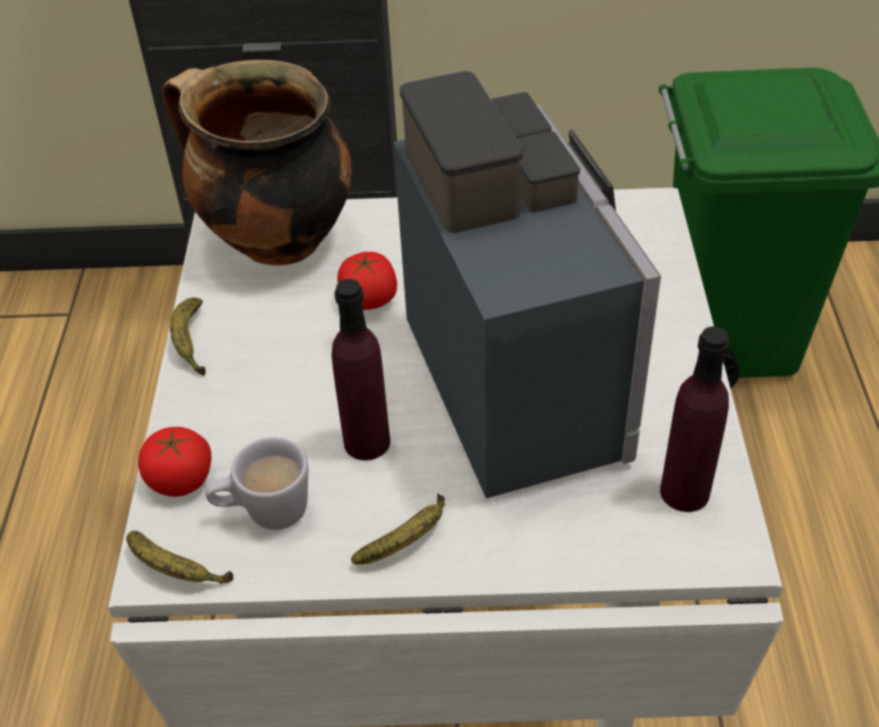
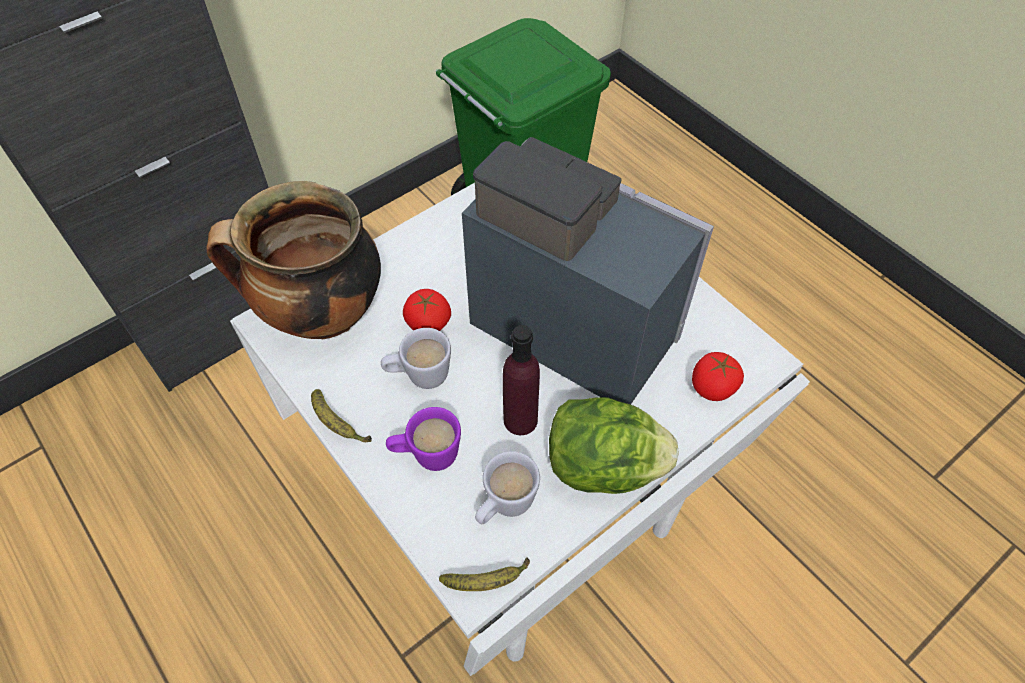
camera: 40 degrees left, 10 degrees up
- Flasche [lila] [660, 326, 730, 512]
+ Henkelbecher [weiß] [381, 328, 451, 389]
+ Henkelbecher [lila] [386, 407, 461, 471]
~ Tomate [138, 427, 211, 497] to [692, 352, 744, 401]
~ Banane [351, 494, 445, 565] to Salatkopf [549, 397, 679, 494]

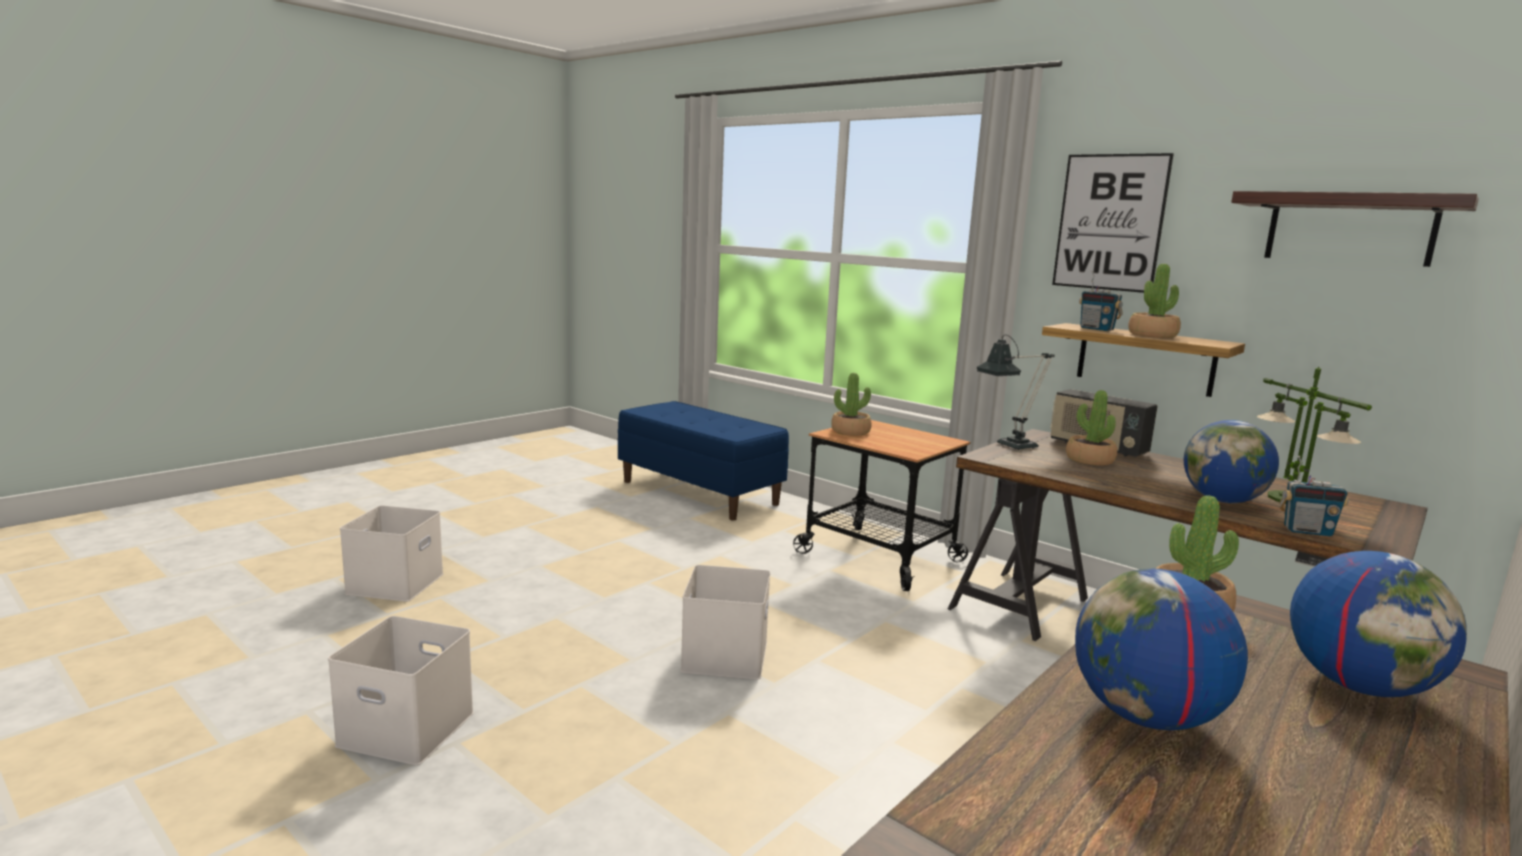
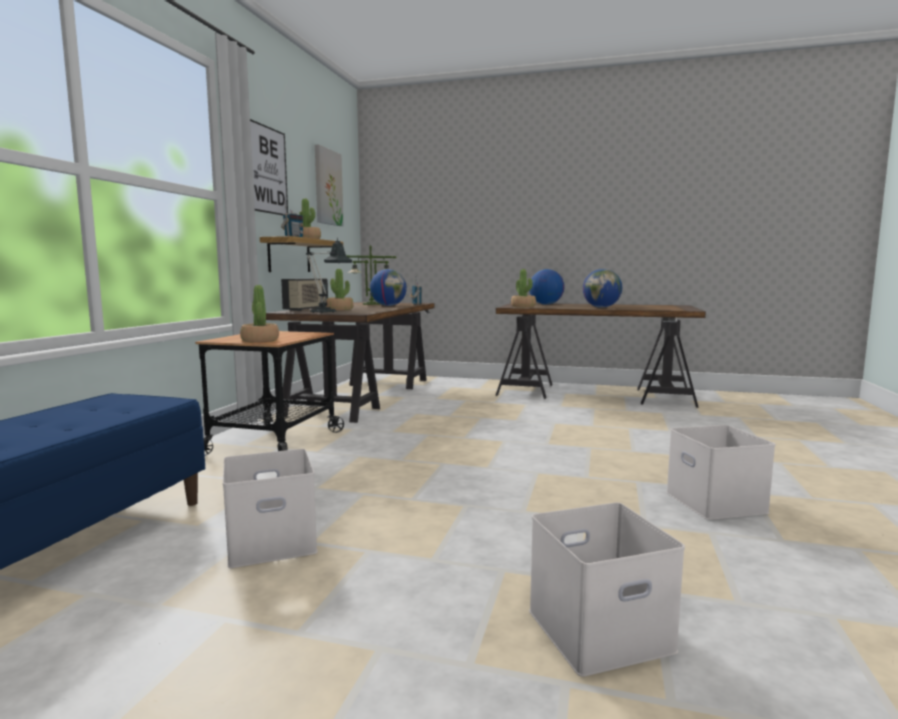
camera: 115 degrees left, 5 degrees down
~ Aufbewahrungsbox [weiß] [680, 565, 770, 680] to [223, 449, 318, 568]
~ Wandregal [1231, 191, 1479, 267] to Bild [315, 145, 343, 226]

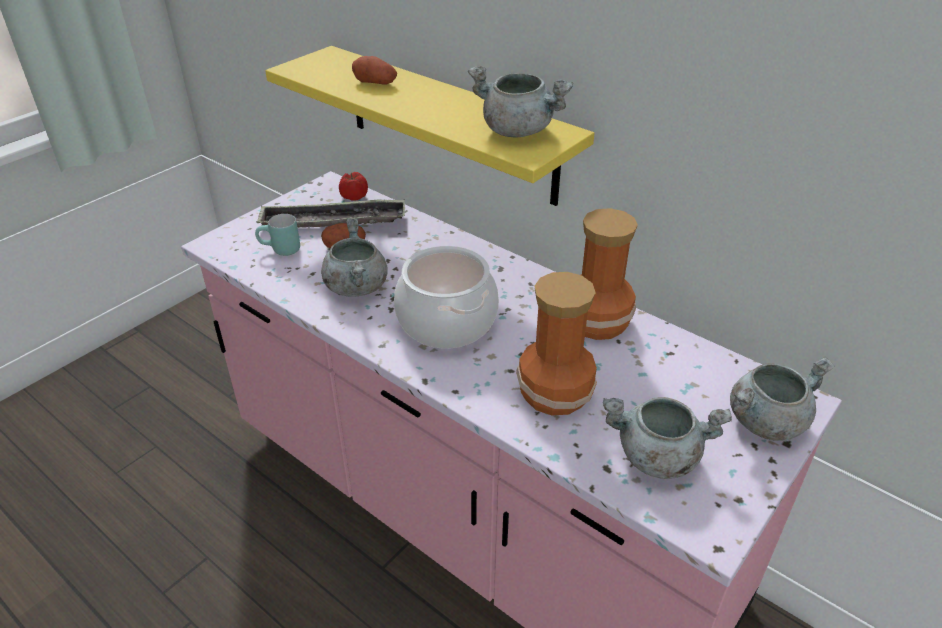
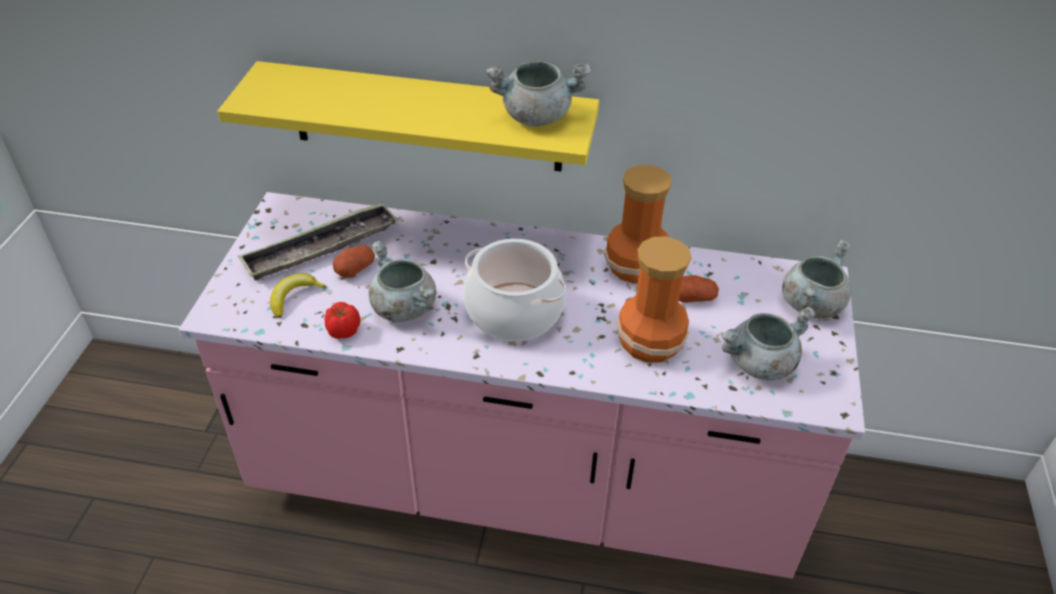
camera: 30 degrees left, 5 degrees up
~ Tomate [339, 172, 368, 200] to [325, 302, 360, 339]
~ Kartoffel [352, 56, 397, 85] to [679, 275, 719, 303]
~ Henkelbecher [türkis] [255, 214, 300, 256] to Banane [270, 273, 327, 318]

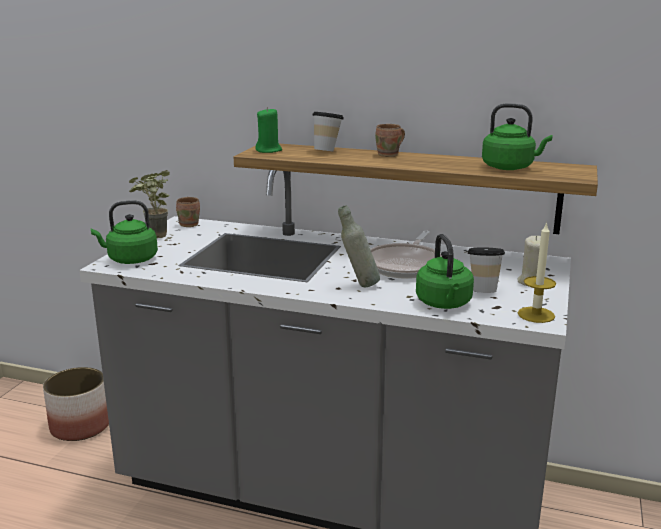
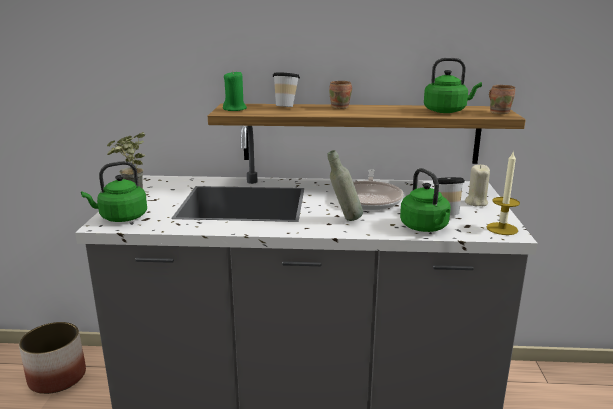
camera: 15 degrees left, 0 degrees up
~ Henkelbecher [braun] [176, 197, 200, 227] to [489, 85, 515, 114]

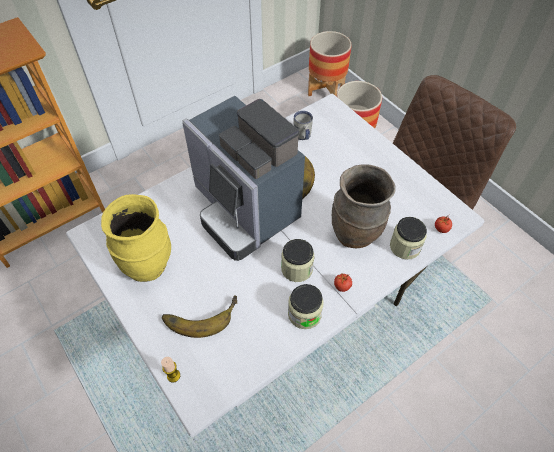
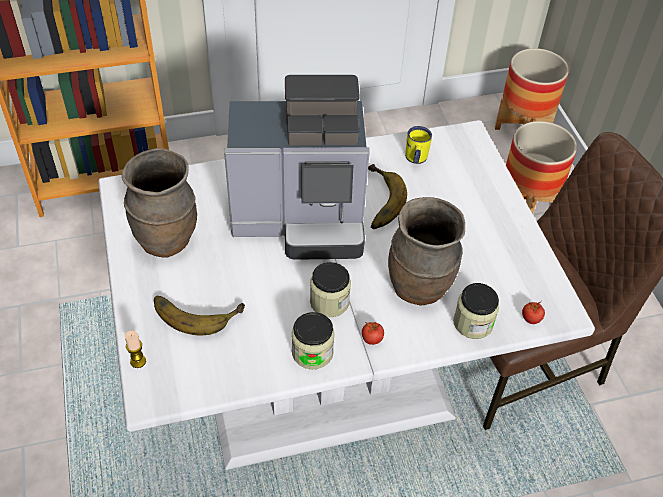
camera: 20 degrees right, 5 degrees down
~ Vase [gelb] [101, 194, 171, 282] to Vase [braun] [121, 148, 197, 258]
~ Henkelbecher [weiß] [294, 111, 313, 140] to Henkelbecher [gelb] [405, 126, 432, 164]
~ Kaffeemaschine [182, 96, 305, 261] = [224, 75, 370, 260] 75 degrees counterclockwise

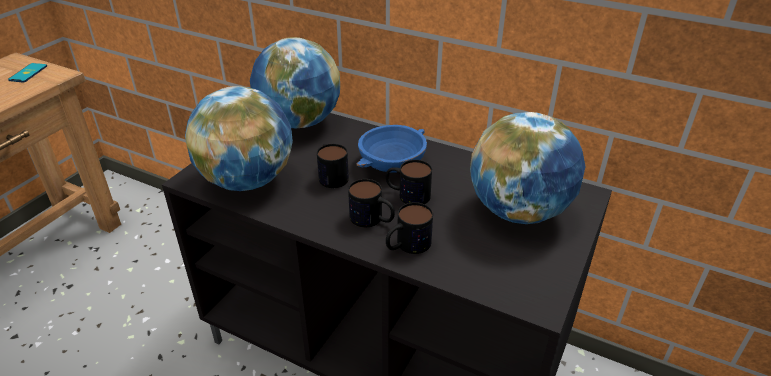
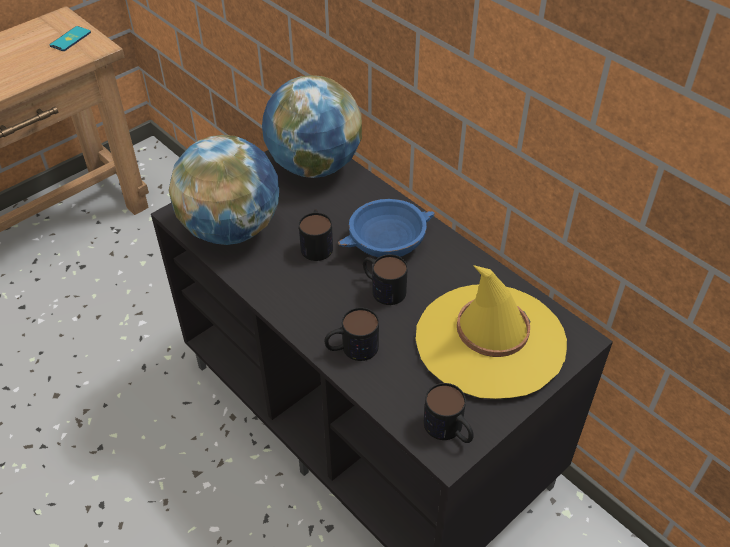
camera: 20 degrees right, 10 degrees up
~ Henkelbecher [348, 179, 395, 227] to [424, 383, 474, 443]
~ Globus [470, 112, 586, 224] to Hut [gelb] [415, 265, 567, 399]

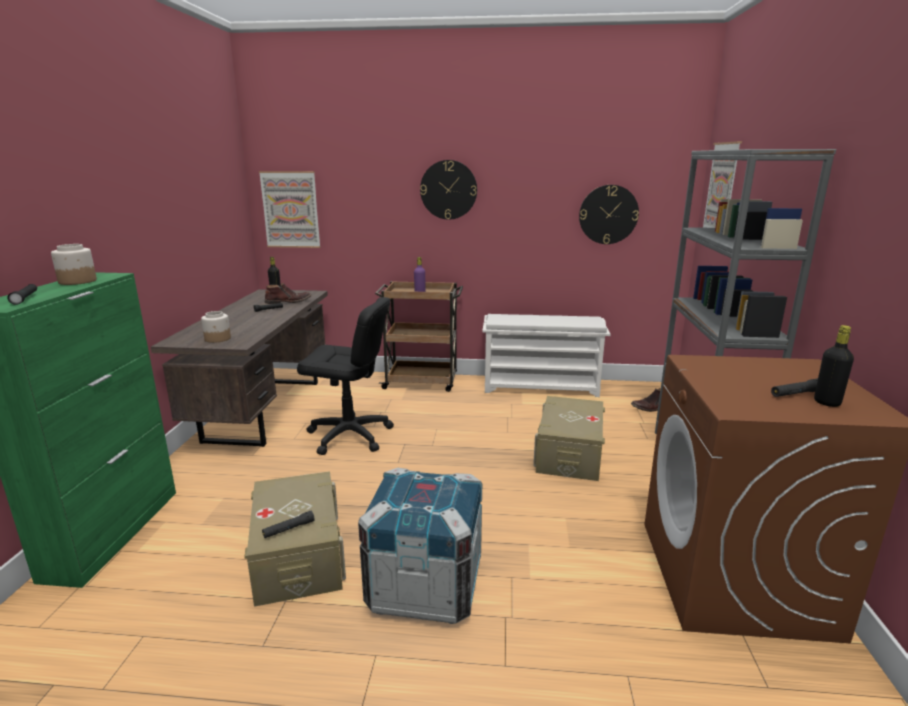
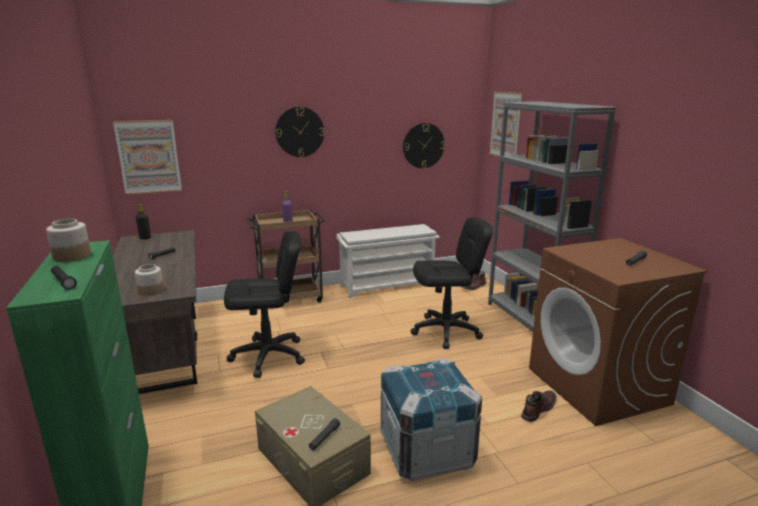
camera: 25 degrees left, 0 degrees up
- Flasche [schwarz] [814, 325, 854, 407]
~ Stiefel [braun] [265, 283, 312, 304] to [521, 390, 557, 422]
~ Aufbewahrungsbox [beige] [533, 396, 605, 481] to Bürostuhl [schwarz] [411, 217, 493, 349]

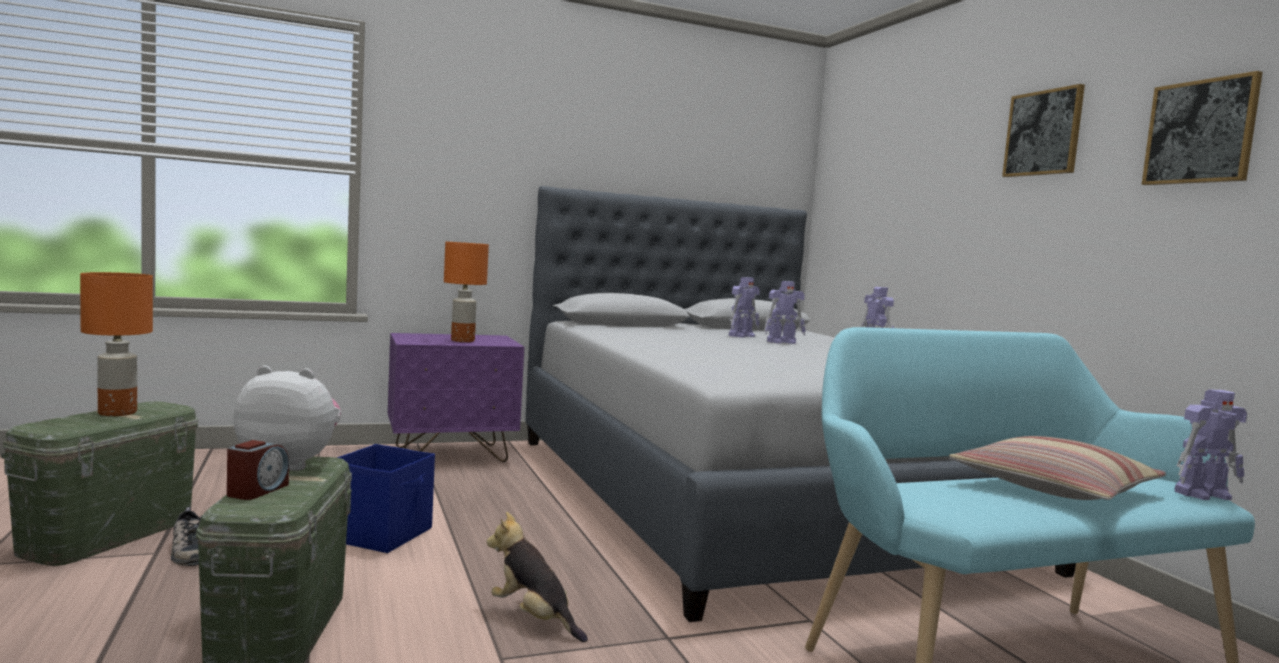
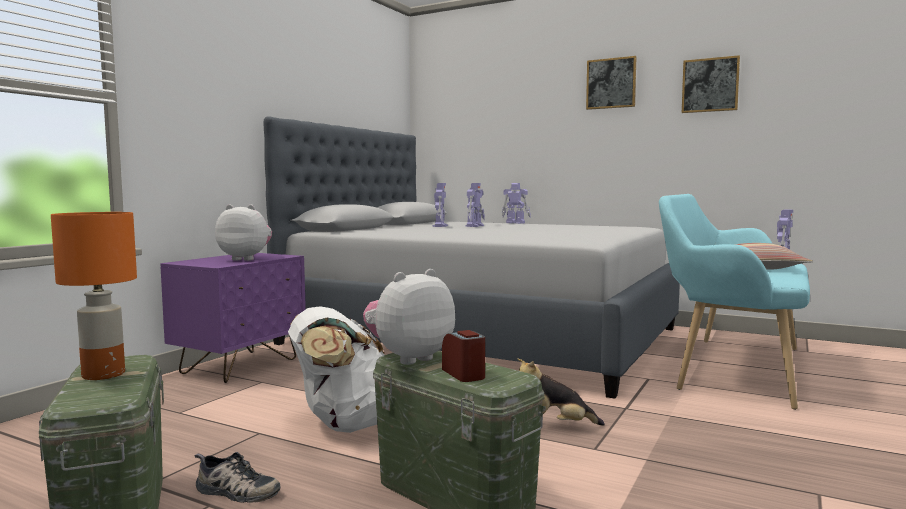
camera: 40 degrees left, 0 degrees up
~ Aufbewahrungsbox [blau] [337, 444, 435, 553] to Rucksack [weiß] [288, 306, 384, 433]
~ Tischlampe [orange] [444, 242, 489, 342] to Plüschtier [215, 205, 272, 261]

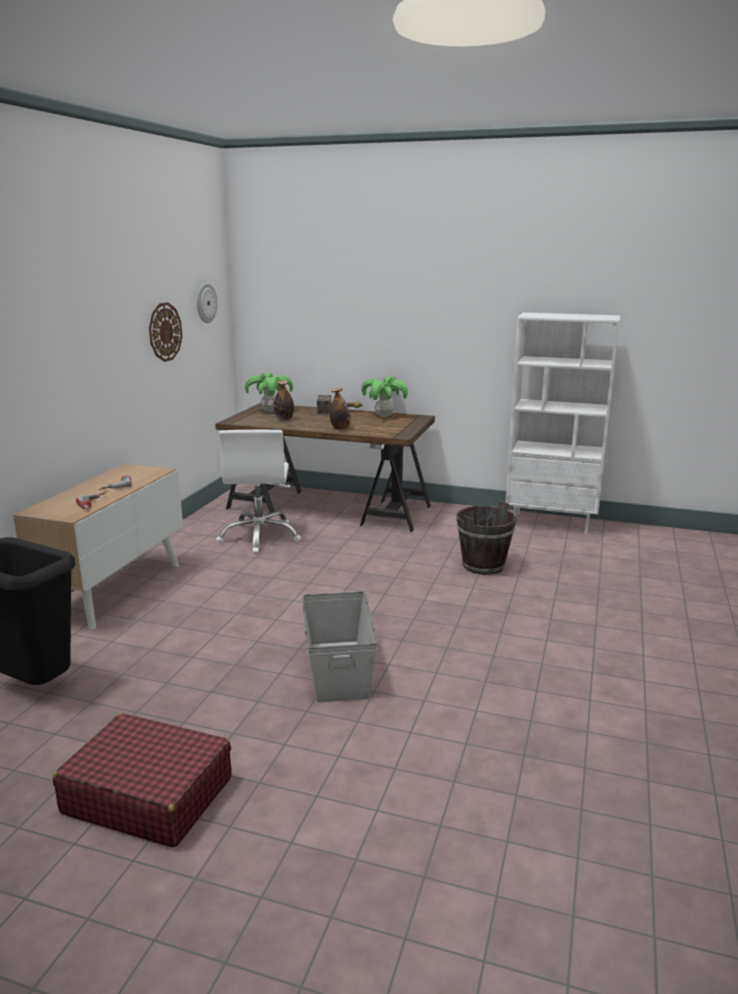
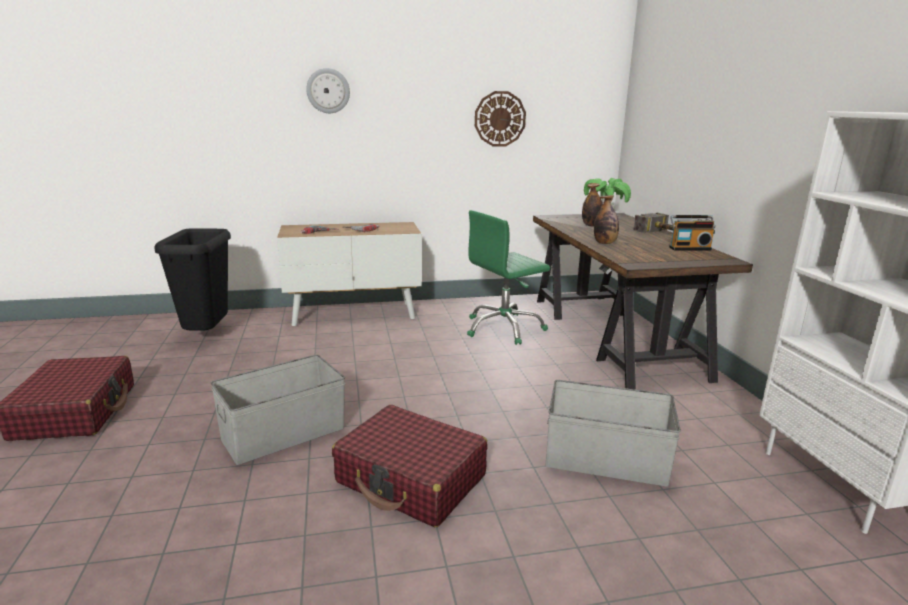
camera: 60 degrees right, 0 degrees up
+ Koffer [rot] [332, 405, 487, 527]
~ Wanduhr [197, 283, 217, 323] to [306, 68, 350, 113]
~ Topfpflanze [362, 376, 408, 417] to Radio [669, 215, 716, 250]
~ Eimer [braun] [456, 501, 517, 575] to Aufbewahrungsbox [grau] [545, 380, 681, 487]
~ Bürostuhl [weiß] [216, 430, 301, 554] to Bürostuhl [grün] [467, 210, 550, 345]

